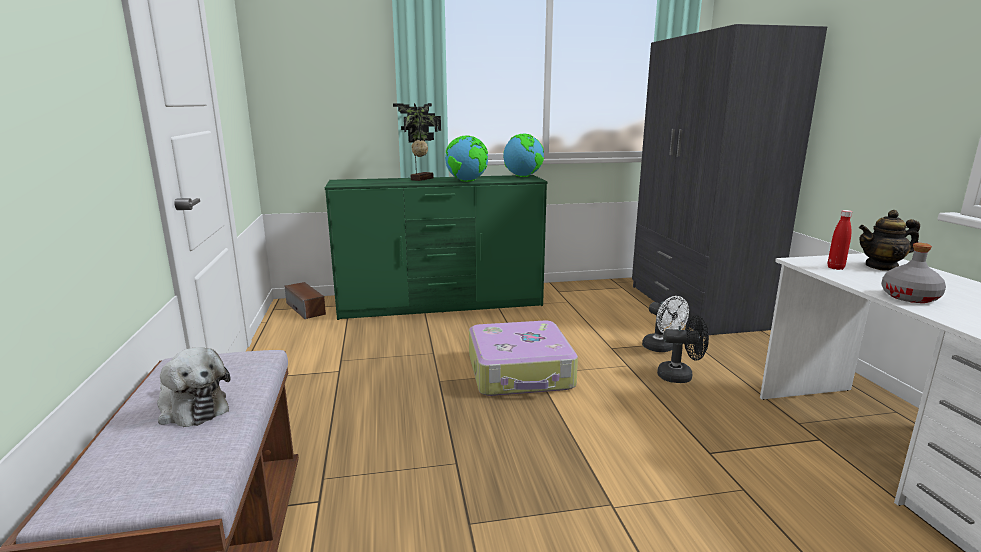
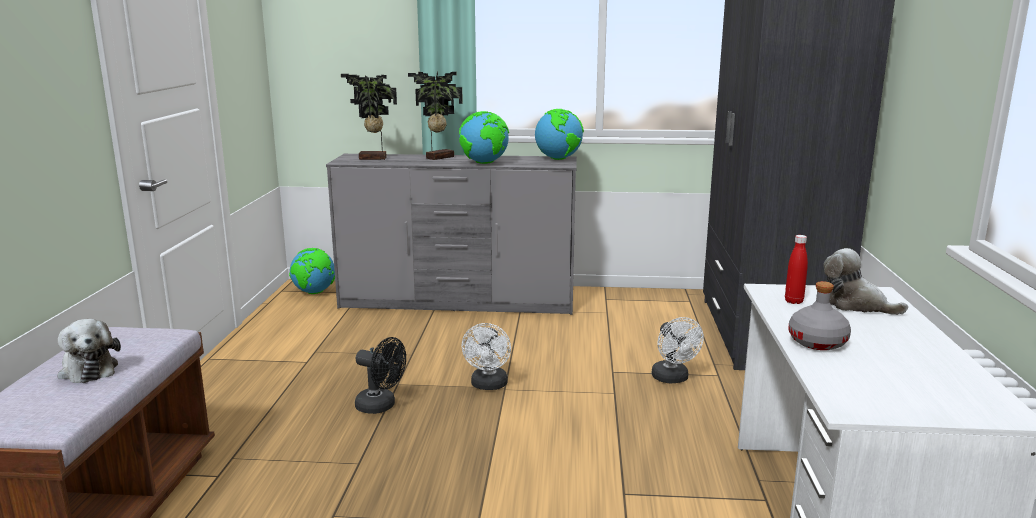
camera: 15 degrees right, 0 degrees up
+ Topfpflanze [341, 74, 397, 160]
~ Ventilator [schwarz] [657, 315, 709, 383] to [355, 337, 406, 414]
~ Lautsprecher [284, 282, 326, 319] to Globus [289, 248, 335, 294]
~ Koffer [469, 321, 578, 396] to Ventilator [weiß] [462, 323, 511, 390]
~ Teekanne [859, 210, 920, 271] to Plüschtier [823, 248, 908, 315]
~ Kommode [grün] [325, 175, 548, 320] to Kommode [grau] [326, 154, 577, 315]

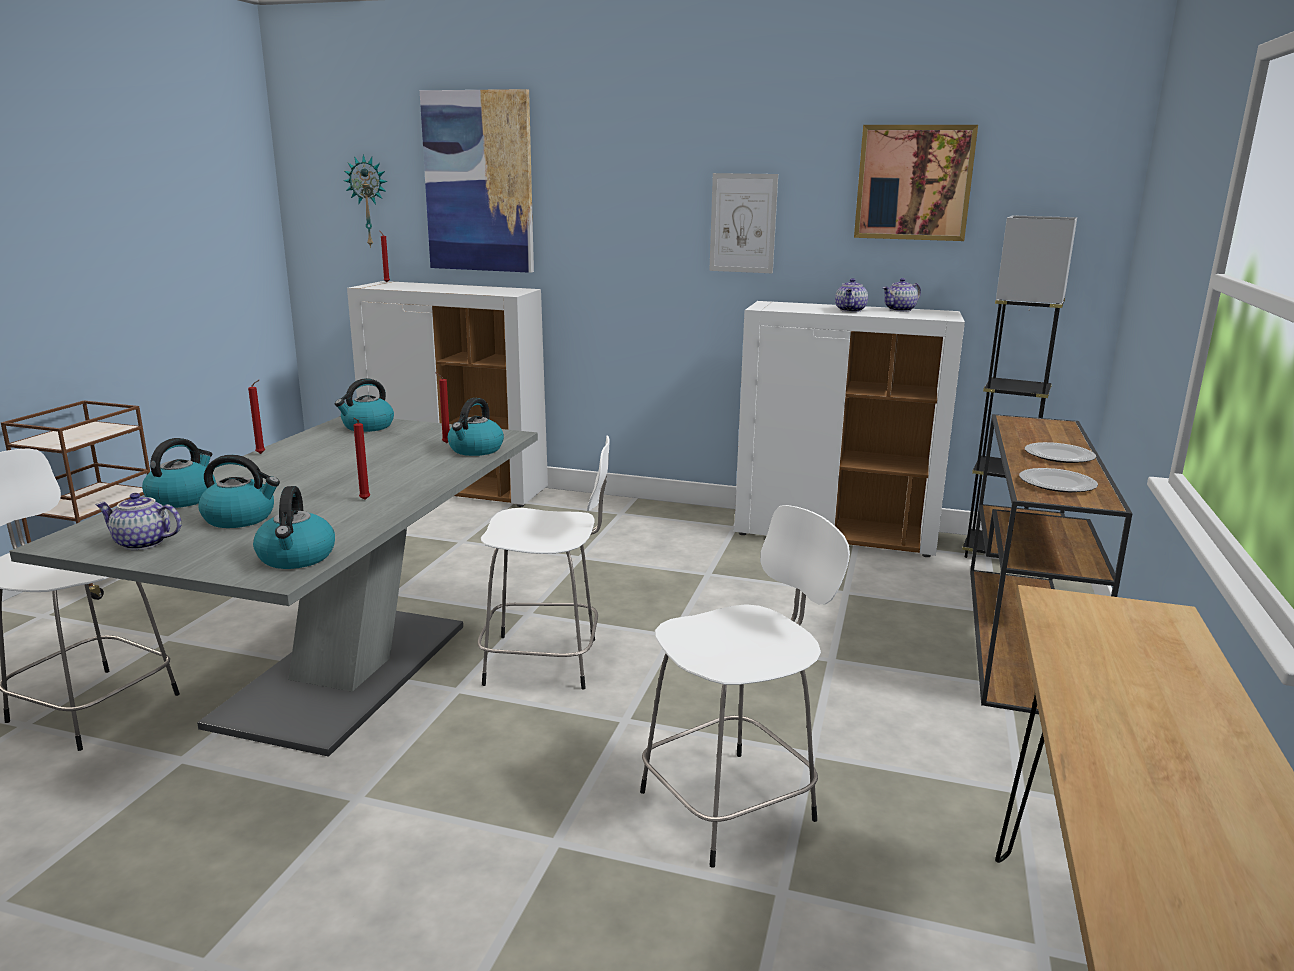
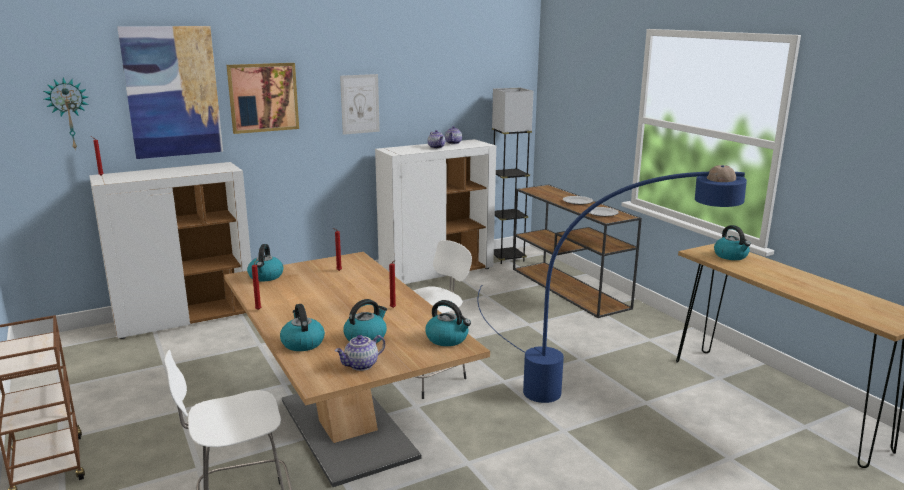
camera: 45 degrees left, 0 degrees up
~ Wasserkessel [448, 398, 504, 456] to [714, 225, 751, 260]
~ Bild [854, 125, 978, 241] to [227, 63, 299, 134]
~ Hocker [weiß] [640, 505, 850, 868] to Stehlampe [blau] [477, 165, 747, 403]
~ Esstisch [grau] [9, 416, 538, 757] to Esstisch [braun] [224, 252, 490, 487]

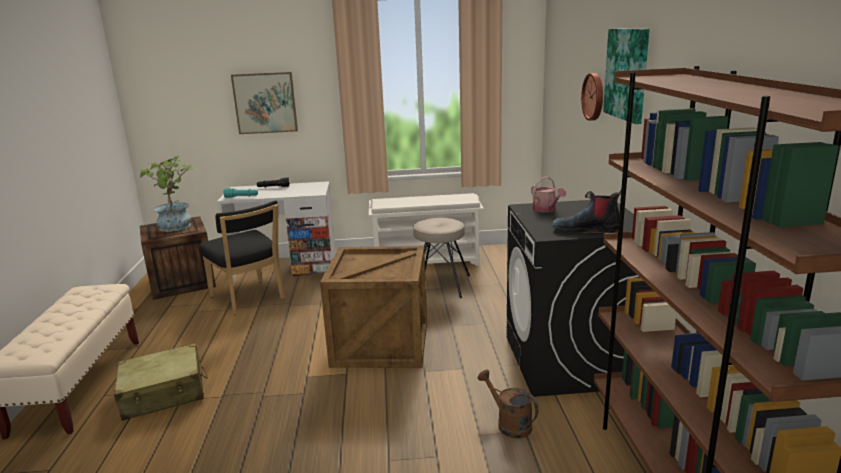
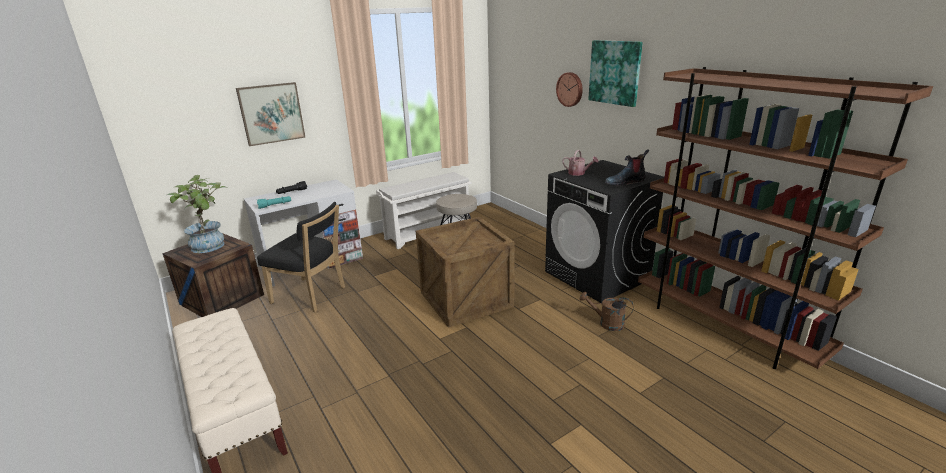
camera: 30 degrees left, 5 degrees up
- Koffer [beige] [114, 343, 208, 421]

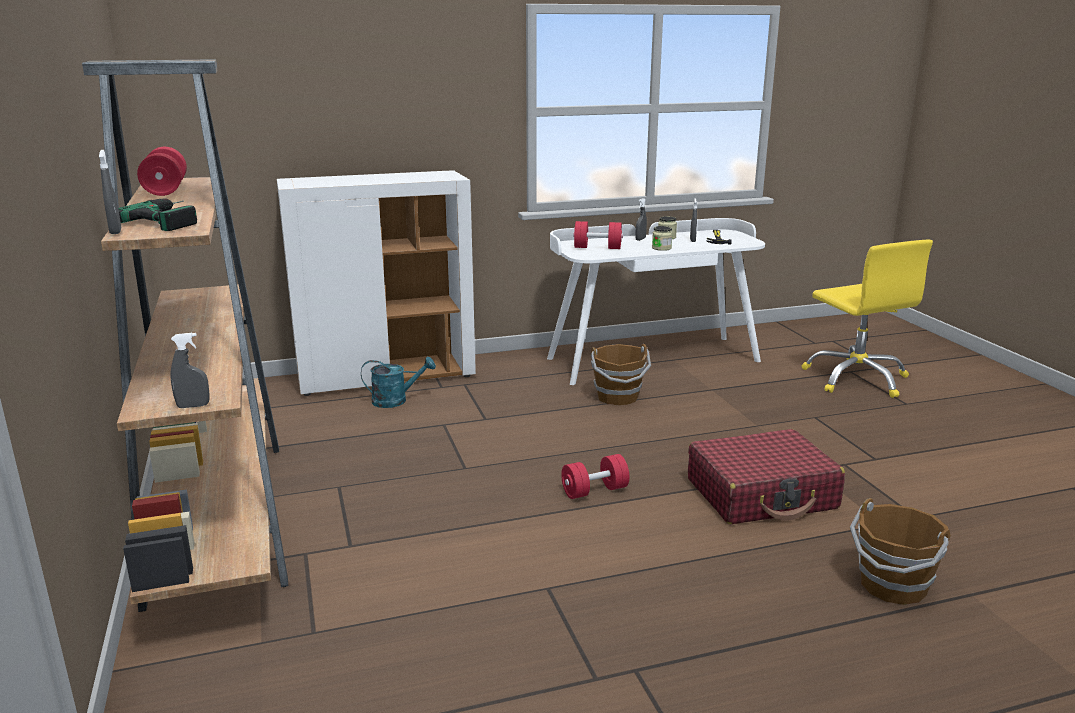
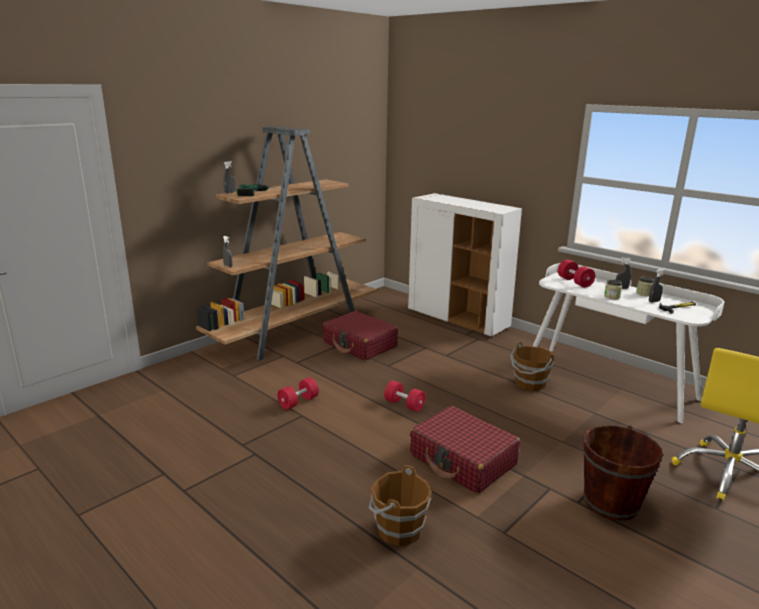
camera: 60 degrees right, 0 degrees up
- Gießkanne [türkis] [361, 356, 436, 408]
+ Koffer [rot] [323, 311, 398, 361]
+ Eimer [braun] [583, 425, 663, 521]
~ Hantel [rot] [137, 147, 187, 196] to [277, 377, 319, 410]

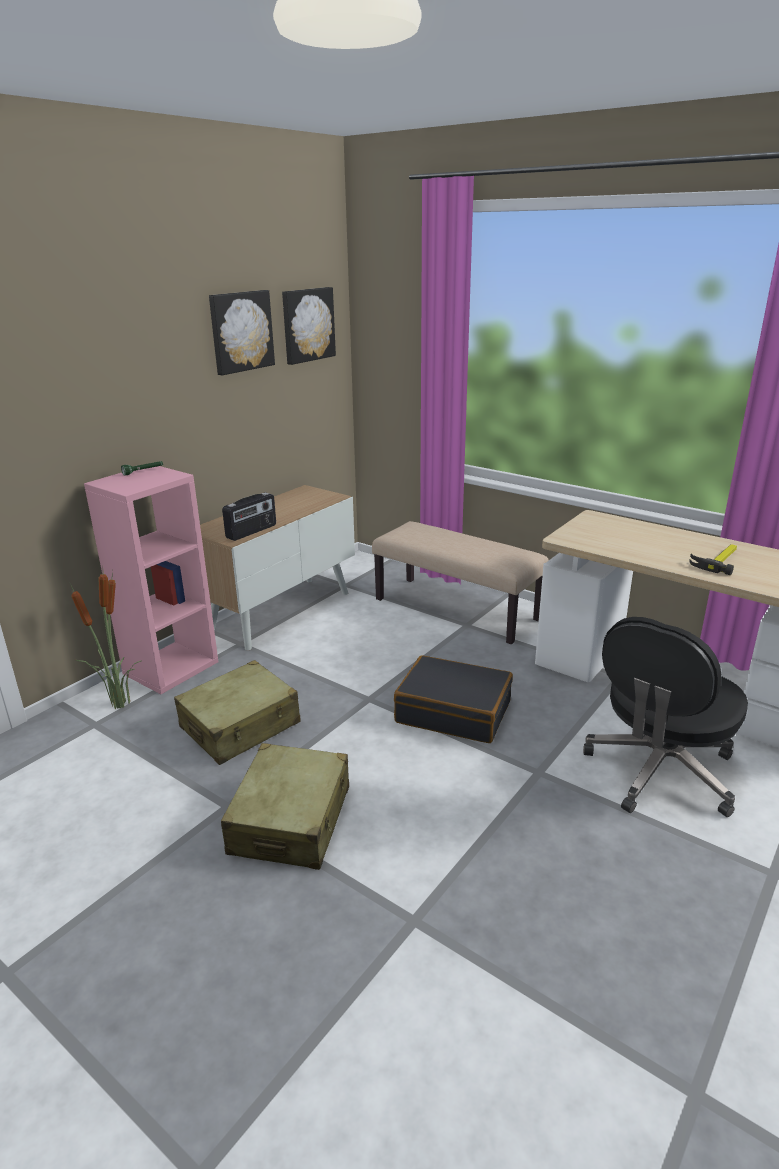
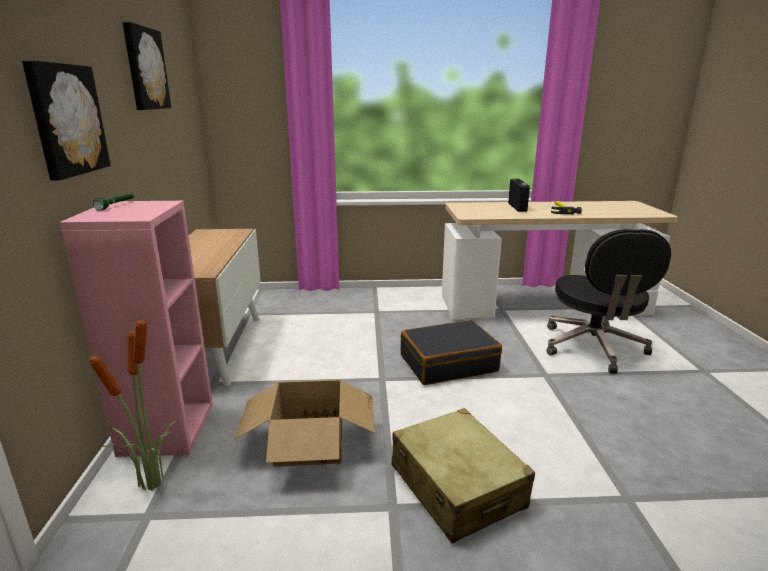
camera: 40 degrees left, 5 degrees down
- Bank [beige] [372, 521, 549, 644]
~ Radio [222, 492, 276, 541] to [508, 178, 530, 212]
~ Bild [282, 287, 336, 365] to [22, 60, 111, 181]
~ Koffer [beige] [174, 660, 301, 765] to Karton [235, 380, 375, 467]

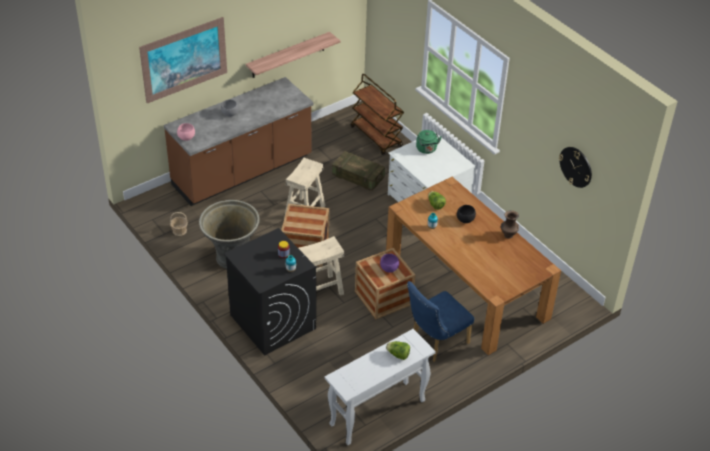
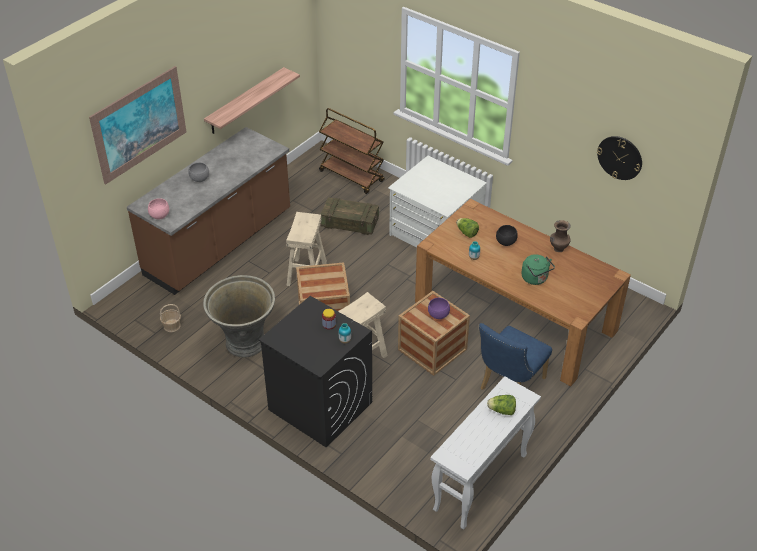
camera: 15 degrees left, 0 degrees up
~ Wasserkessel [grün] [416, 130, 442, 154] to [521, 254, 555, 285]

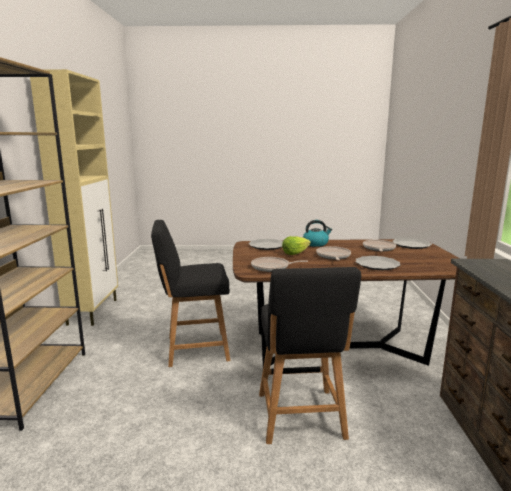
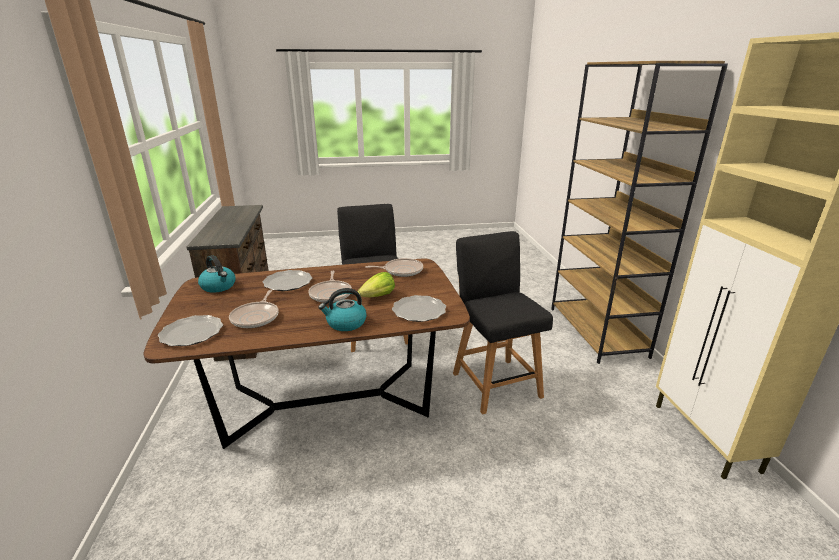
camera: 170 degrees right, 10 degrees up
+ Wasserkessel [198, 255, 236, 293]
~ Stuhl [schwarz] [151, 220, 231, 367] = [453, 231, 553, 414] 90 degrees counterclockwise

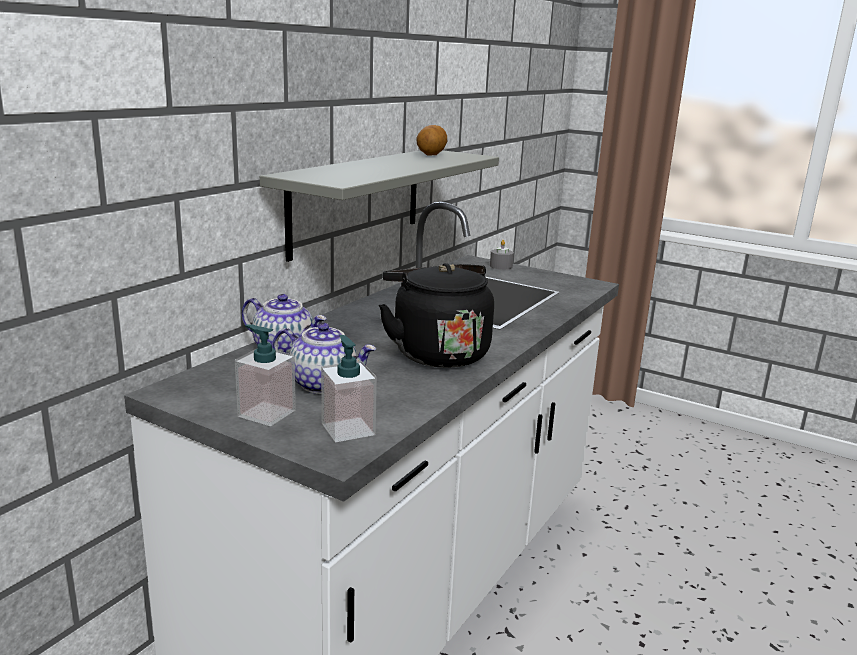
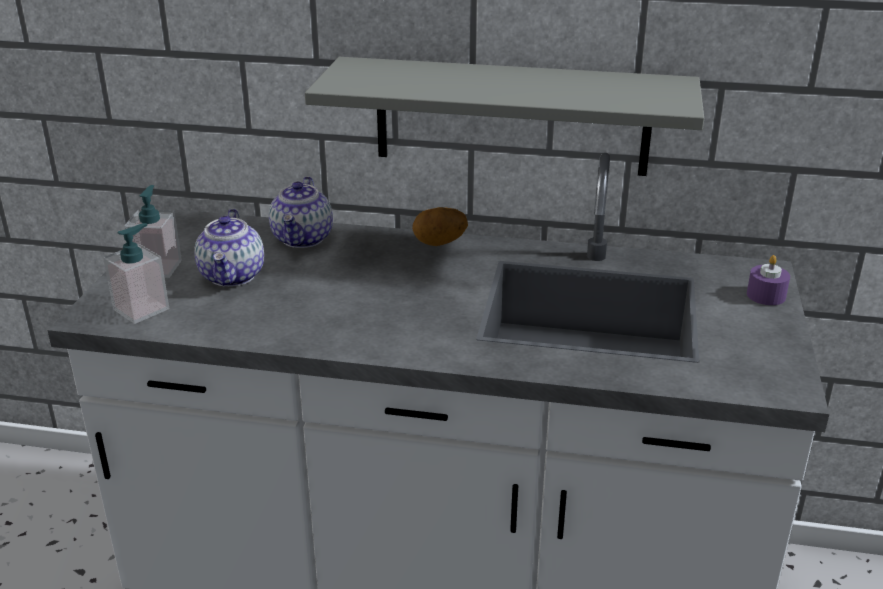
camera: 70 degrees right, 10 degrees up
- Wasserkessel [schwarz] [379, 263, 494, 368]
~ Kartoffel [416, 125, 447, 155] to [412, 207, 468, 246]
~ Kerze [grau] [490, 240, 514, 270] to Kerze [lila] [747, 255, 790, 305]

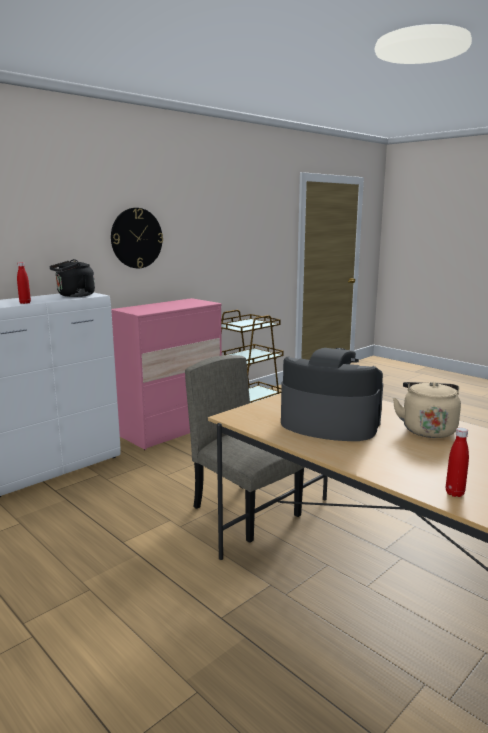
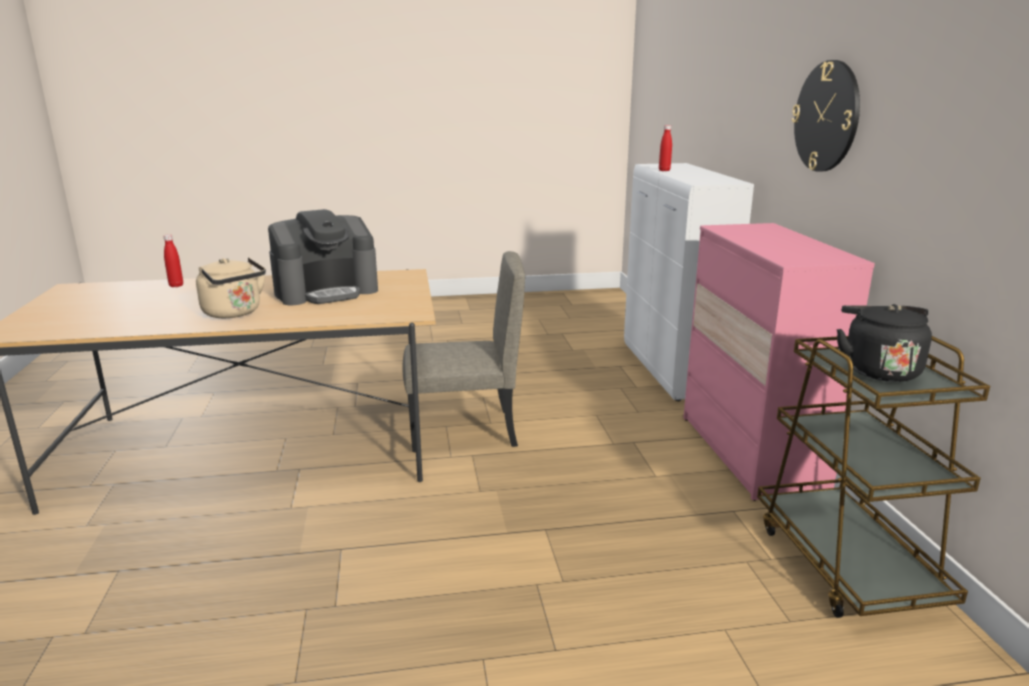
camera: 125 degrees right, 5 degrees up
~ Wasserkessel [schwarz] [49, 259, 95, 297] to [837, 304, 932, 382]

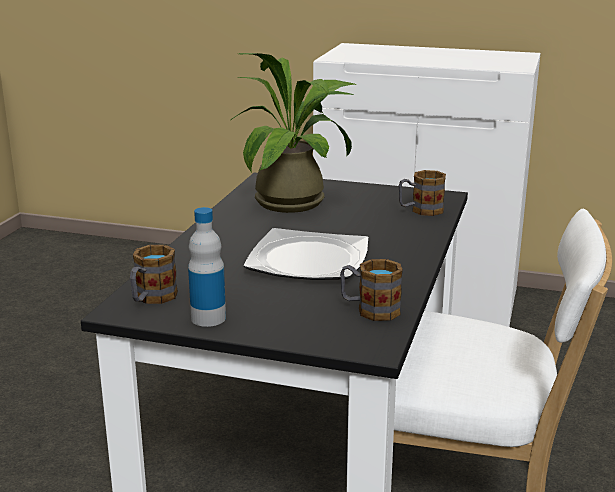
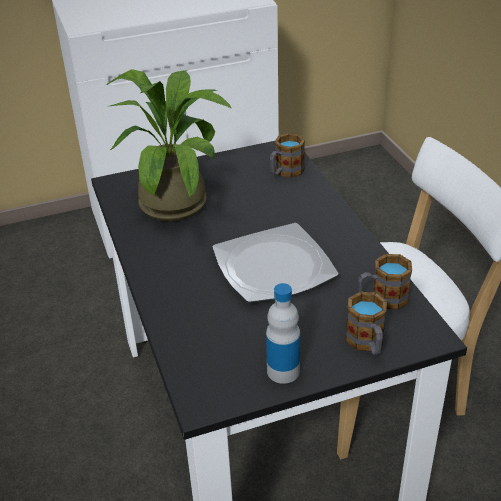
camera: 35 degrees left, 15 degrees up
~ Henkelbecher [130, 245, 178, 304] to [345, 291, 387, 355]

